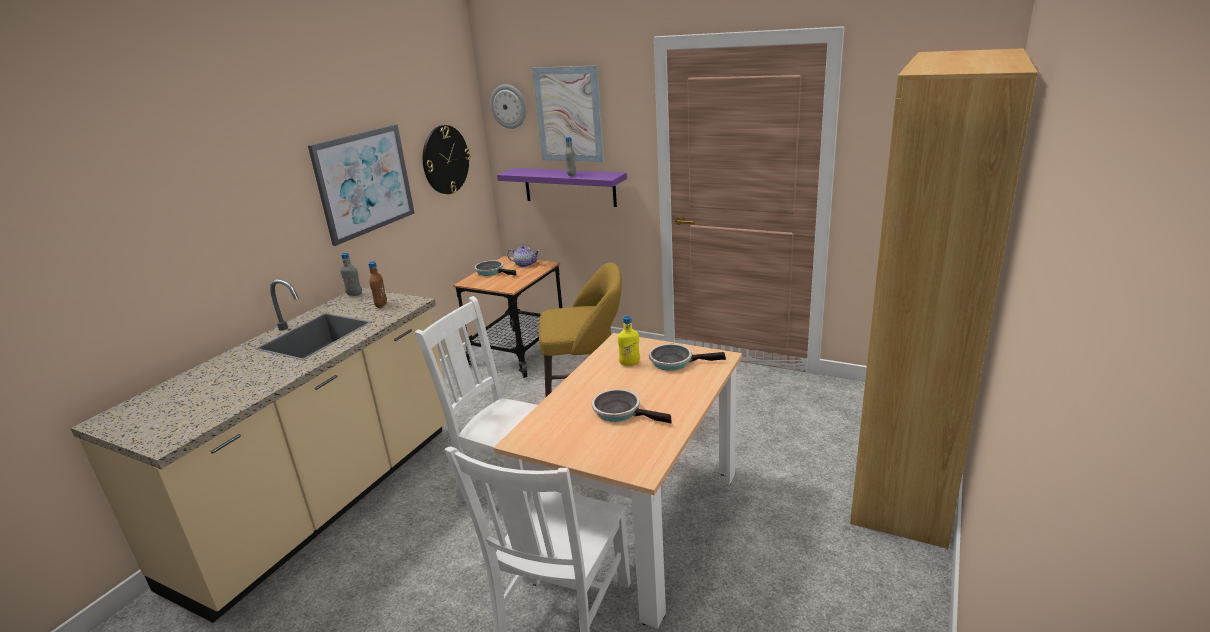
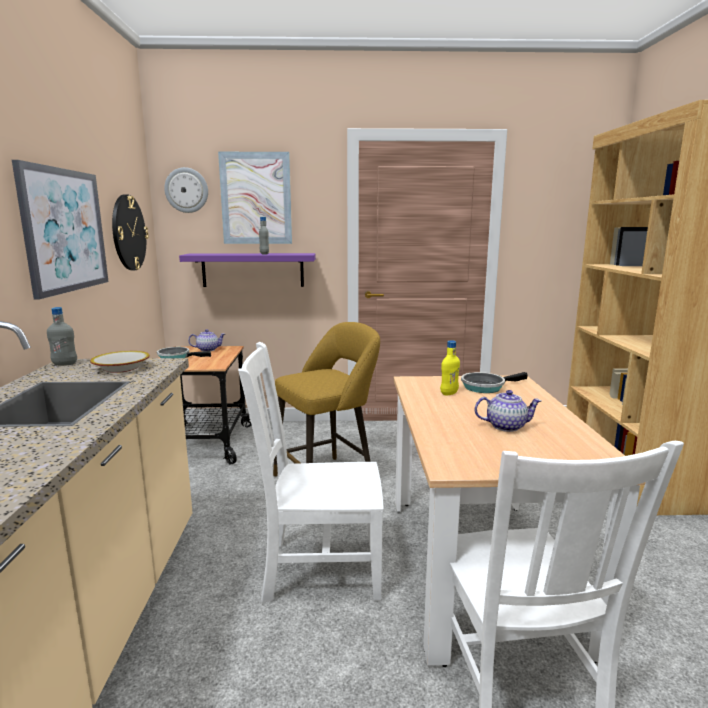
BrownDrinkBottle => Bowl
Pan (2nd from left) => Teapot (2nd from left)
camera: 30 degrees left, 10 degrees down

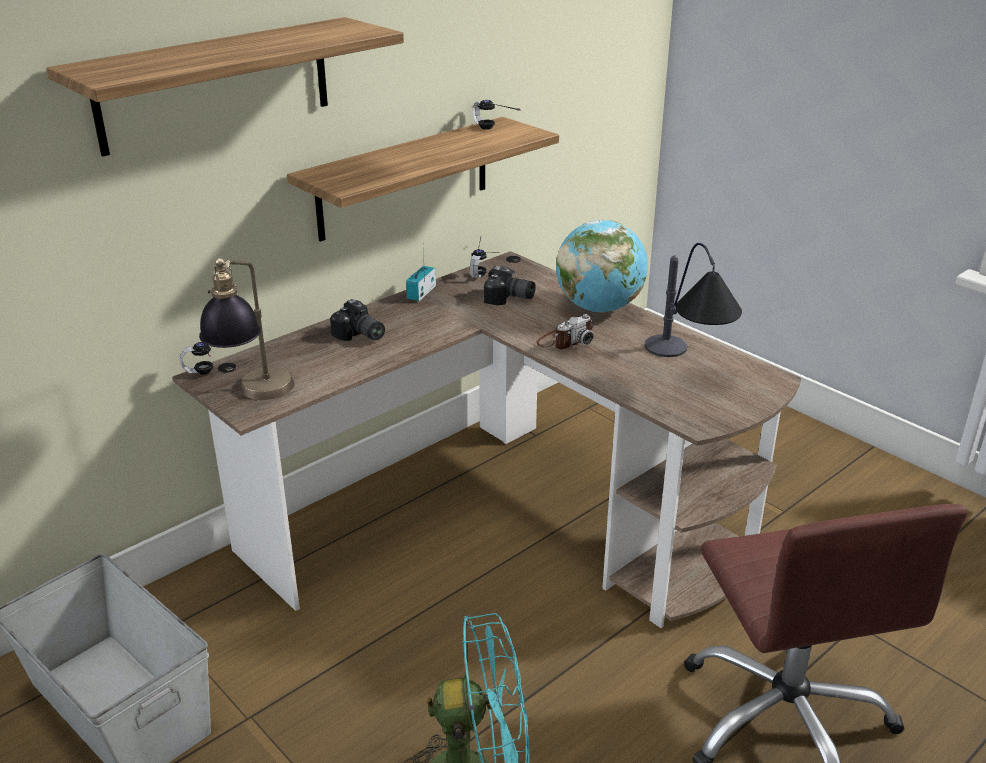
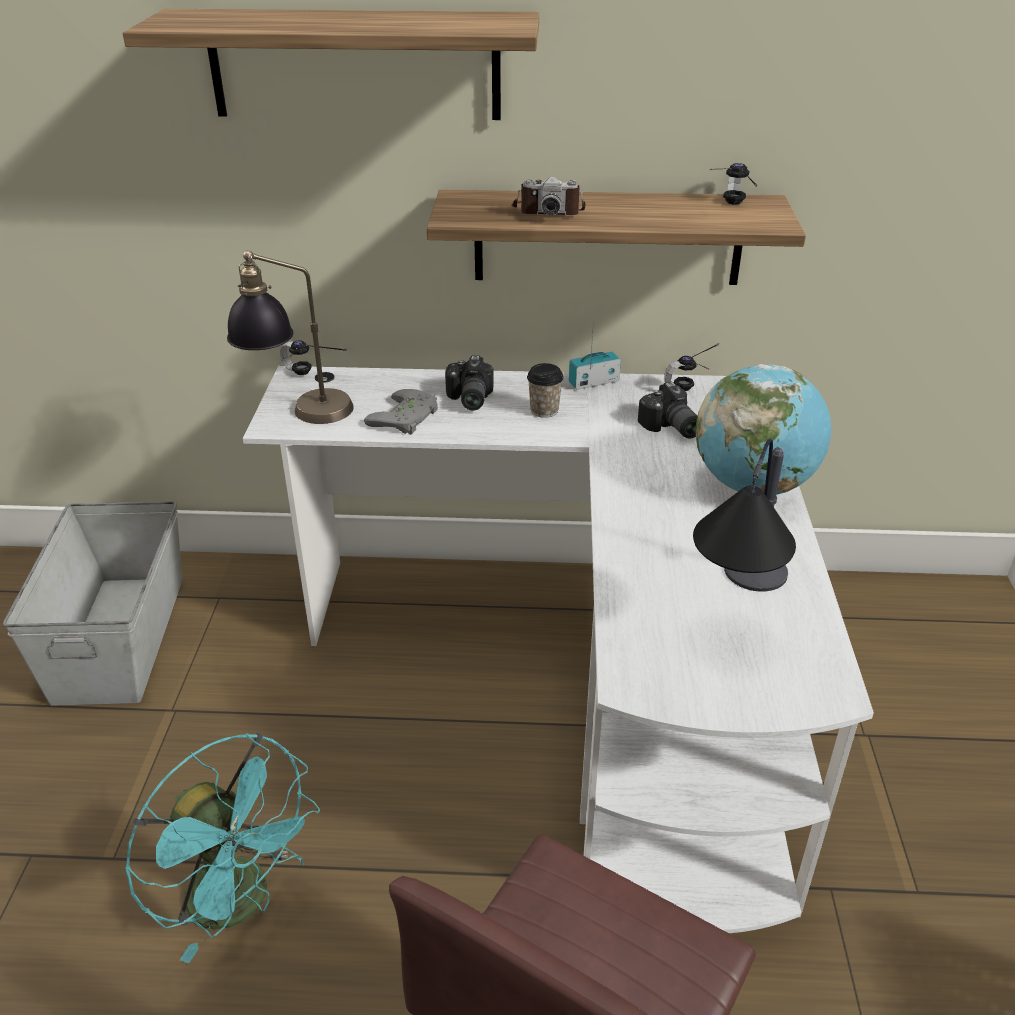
BrownDeskUnit => WhiteColouredDeskUnit
StillCamera (3rd from left in the first image) => StillCamera (2nd from left), move
nothing => GreyishGamepad
nothing => Cup
camera: 45 degrees right, 5 degrees up

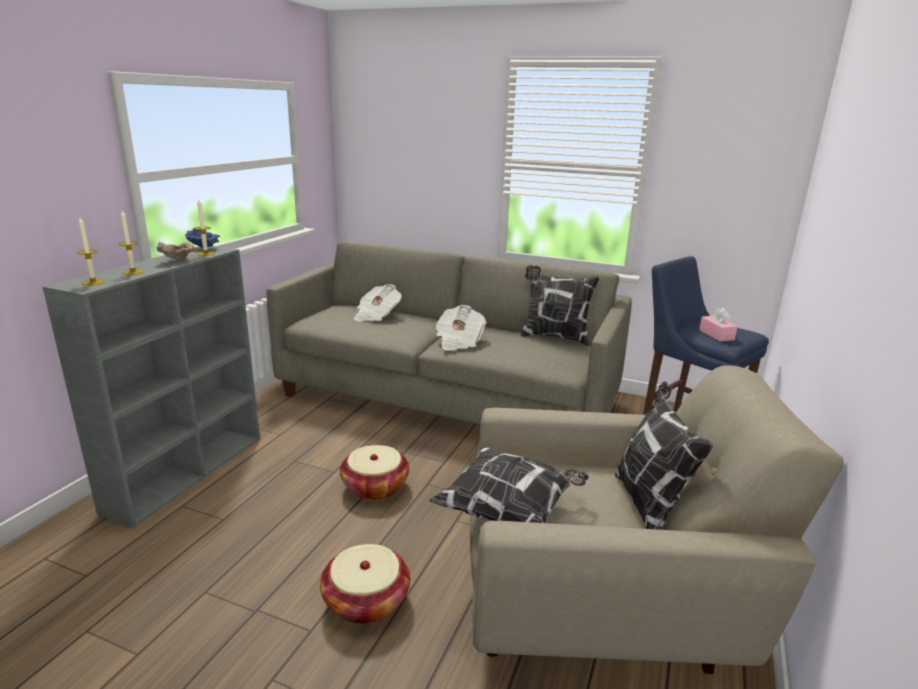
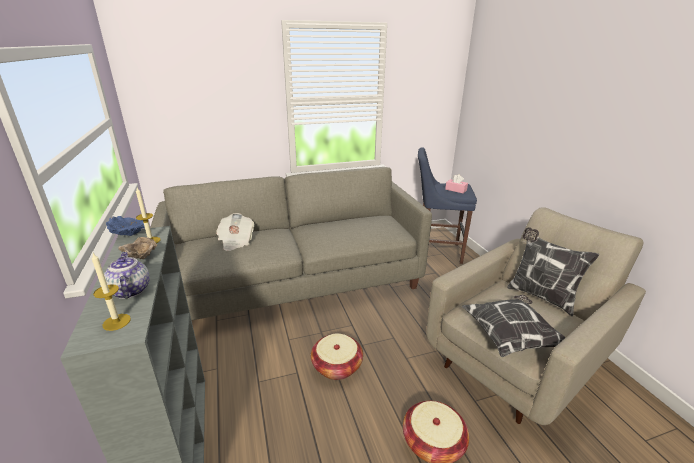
Candle (2nd from left) => Teapot
PrintedPaper (2nd from left) => nothing
Pillow (2nd from left) => nothing
camera: 40 degrees left, 5 degrees up

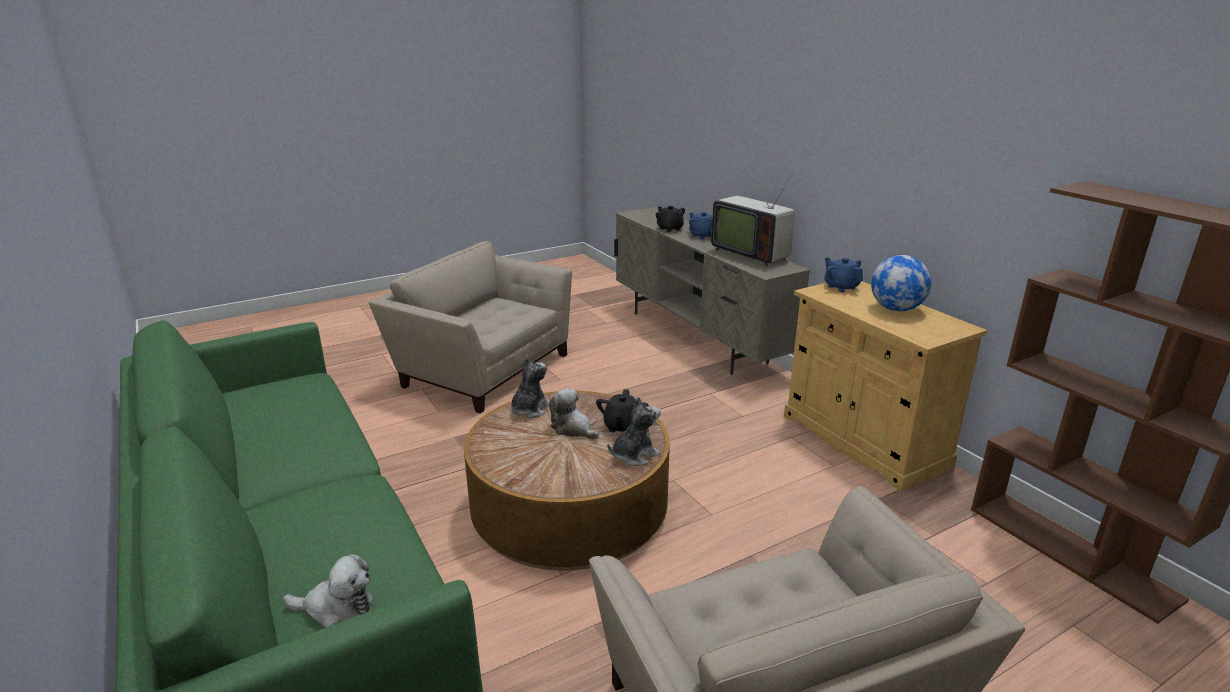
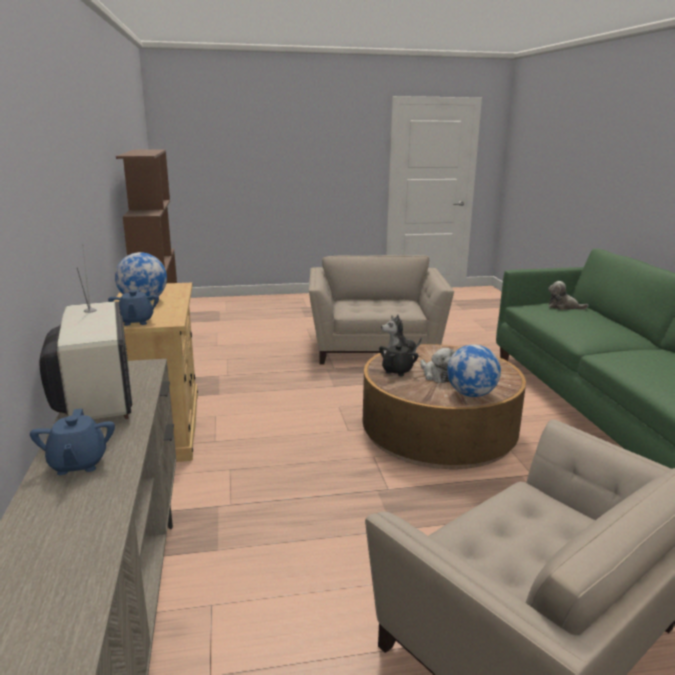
SoftToy (2nd from left) => DeskGlobe (2nd from left)
BlackishTeapot (2nd from left) => nothing
camera: 160 degrees left, 5 degrees down

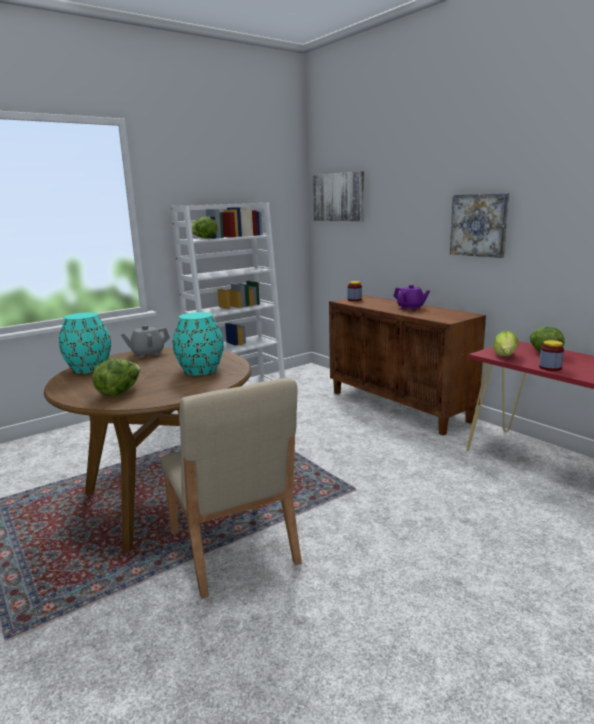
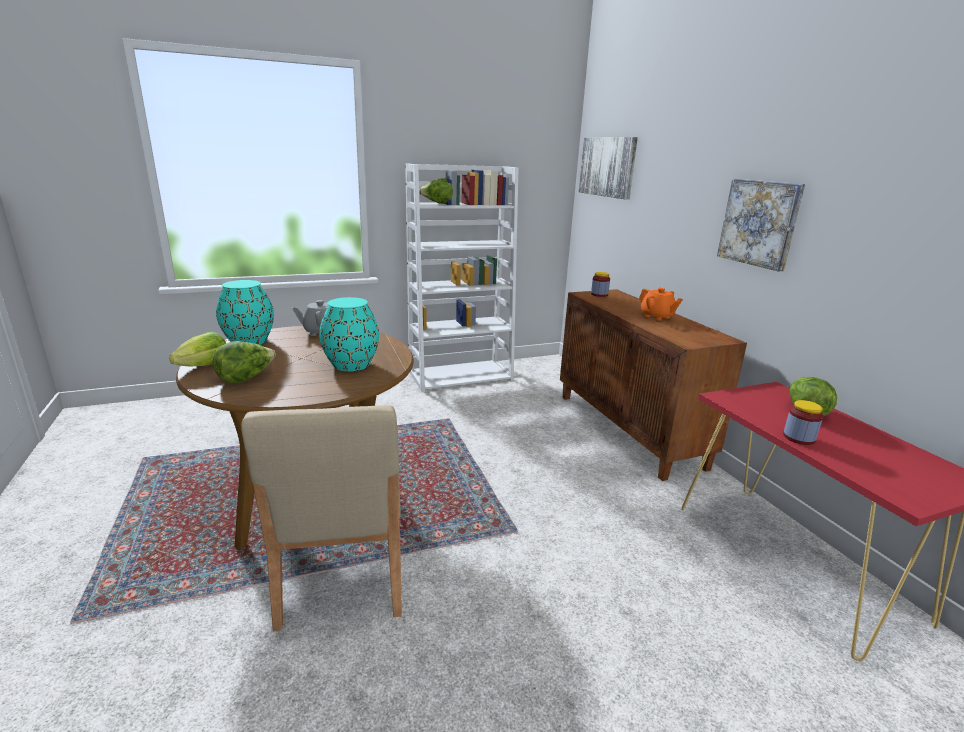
PurplishTeapot => OrangeColouredTeapot
Lettuce (3rd from left in the first image) => Lettuce (1st from left), move
camera: 15 degrees right, 5 degrees up

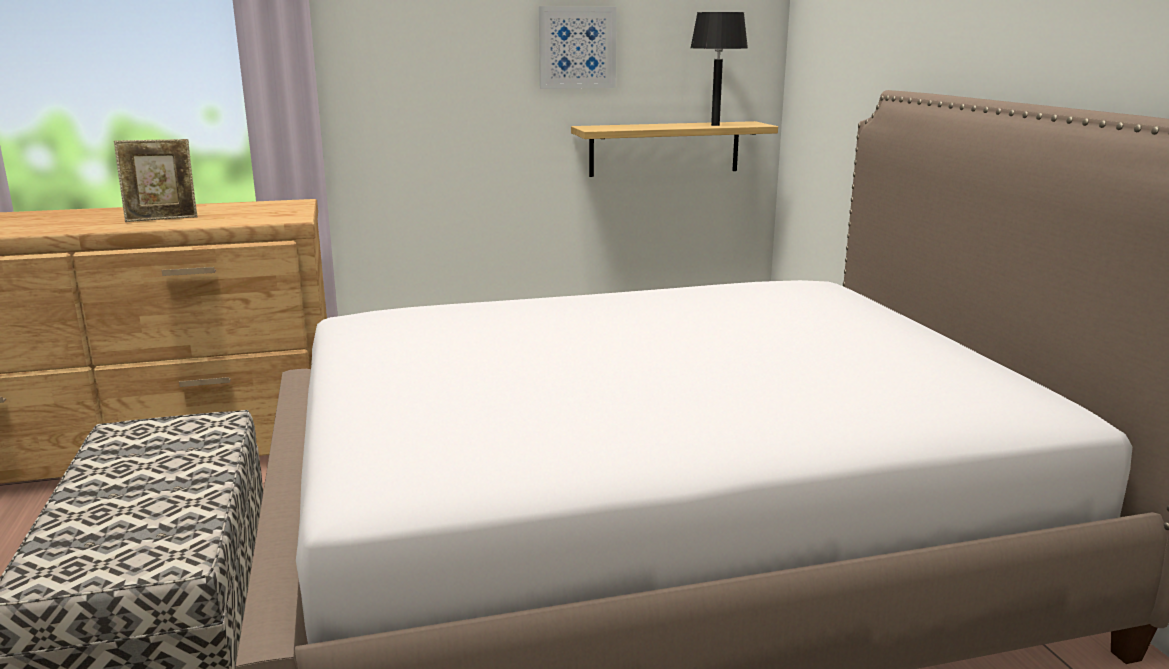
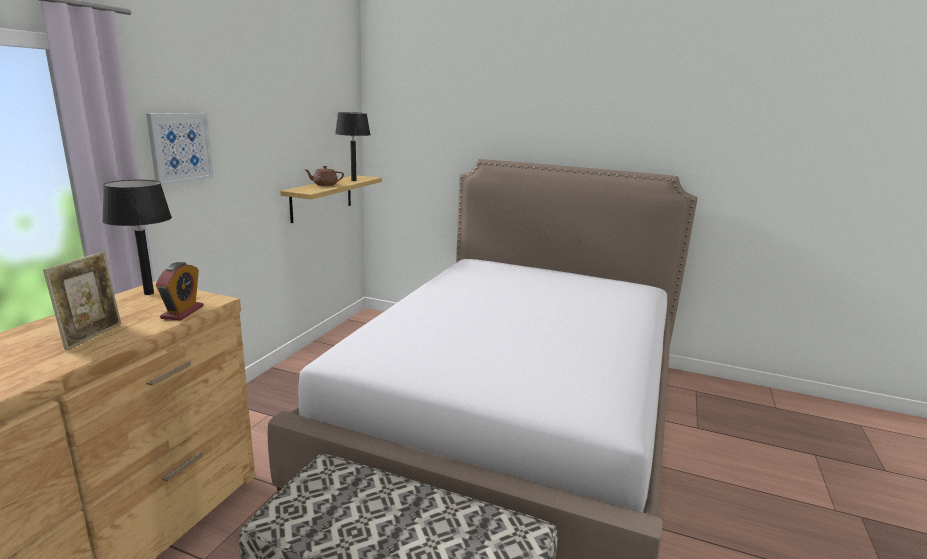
WallArt, move
nothing => BlackishTabletopLamp (1st from left)
nothing => AlarmClock
nothing => BrownTeapot
camera: 55 degrees left, 0 degrees up

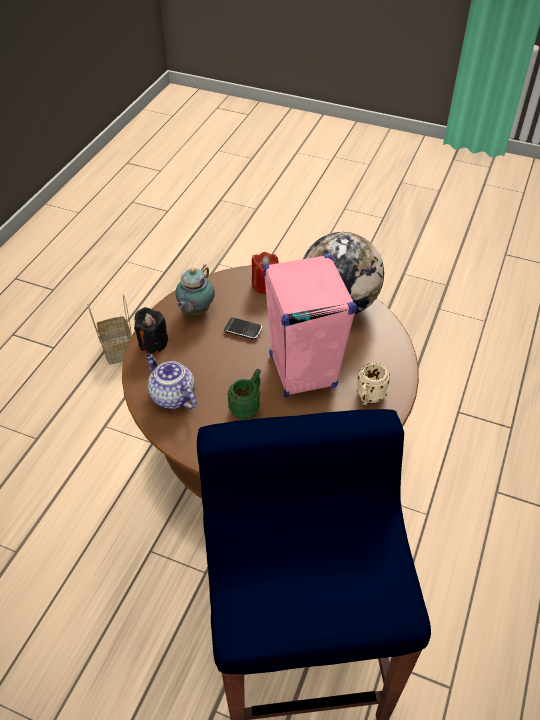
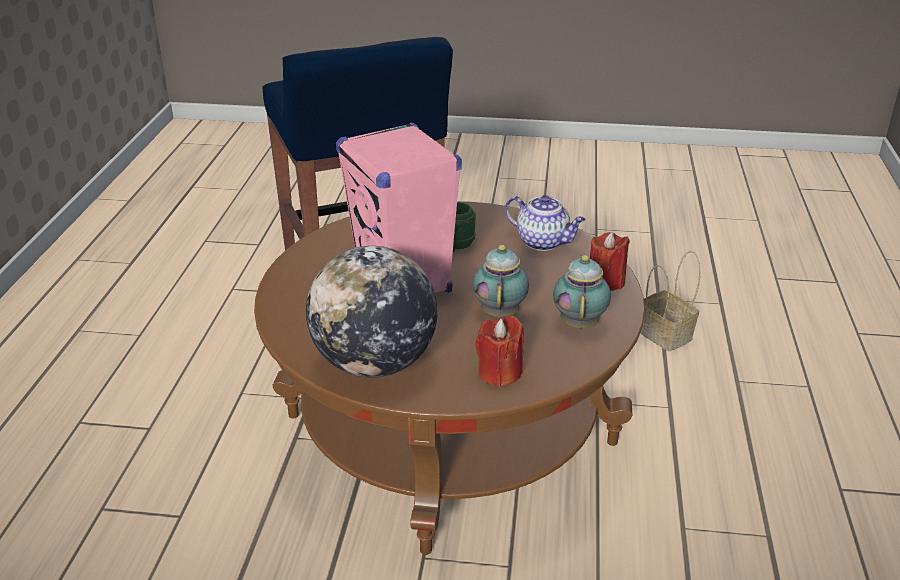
StorageBasket, move
BlackishCandle => RedColouredCandle (2nd from left)
Phone => Teapot (1st from left)
BeigeCoffeeMug => nothing
camera: 165 degrees right, 15 degrees down

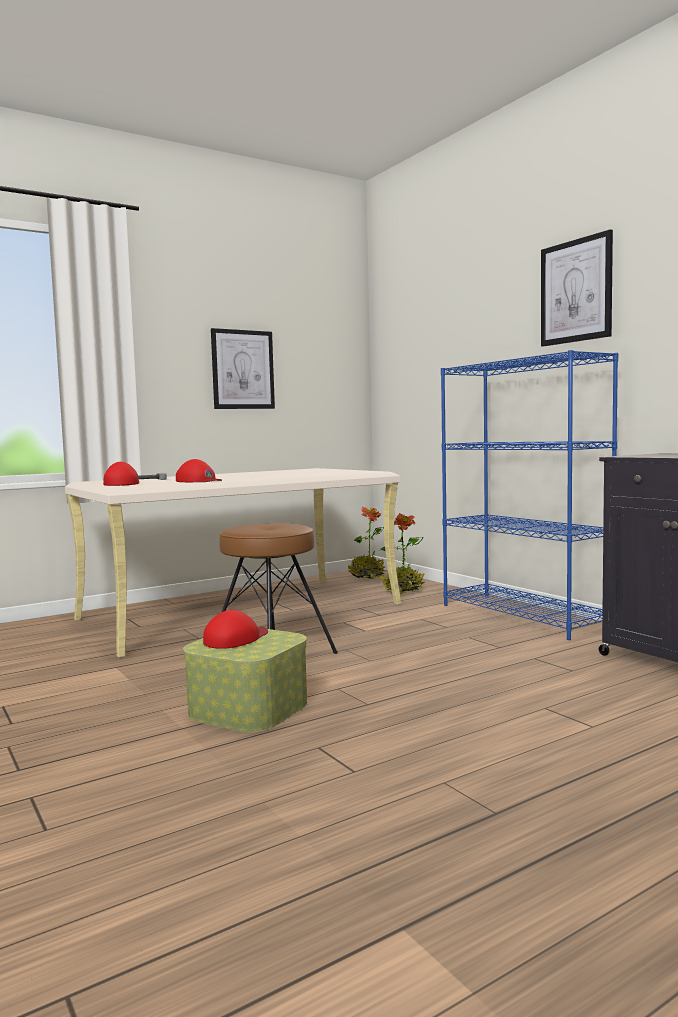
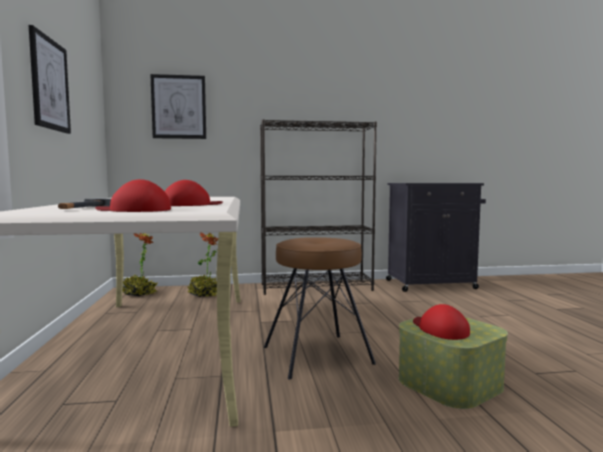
BluishBookshelf => BlackishBookshelf
WallArt (2nd from left), move
camera: 65 degrees left, 0 degrees up

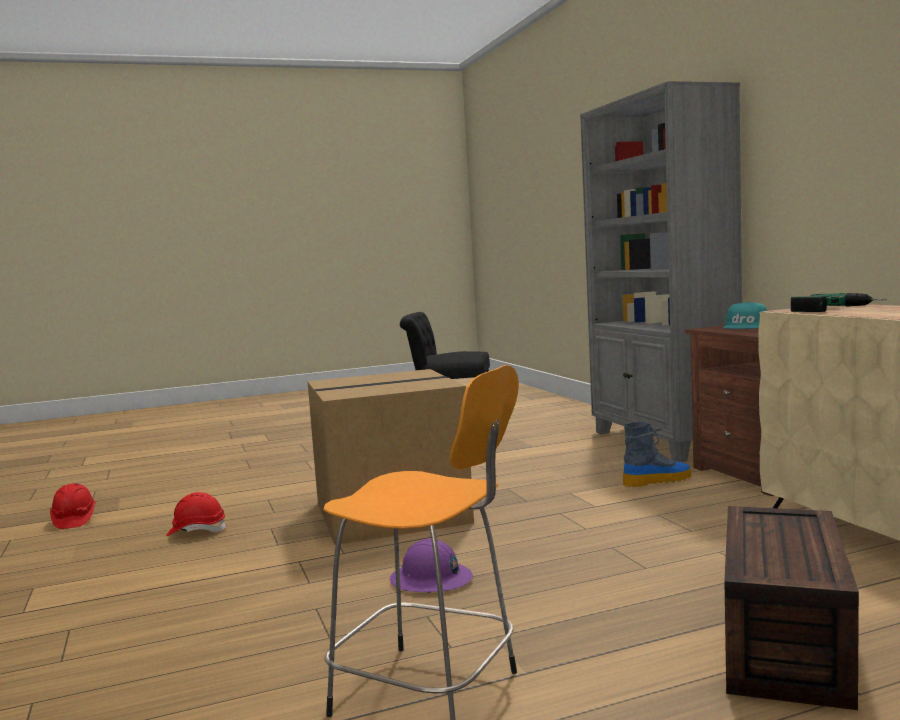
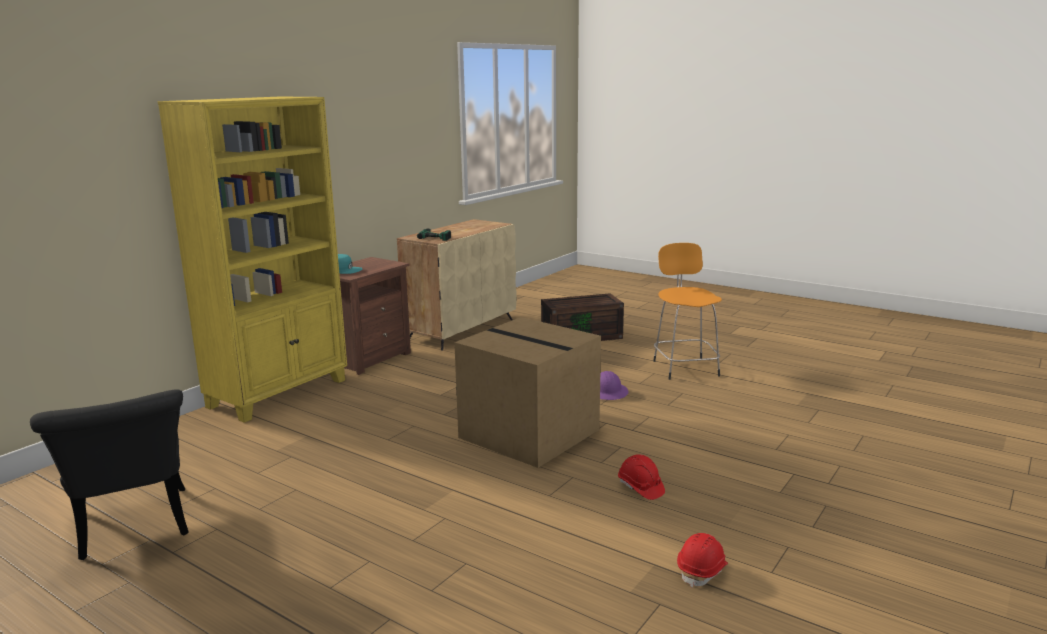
GreyishBookshelf => YellowBookshelf
HighTopBoot => nothing
camera: 125 degrees left, 10 degrees up

